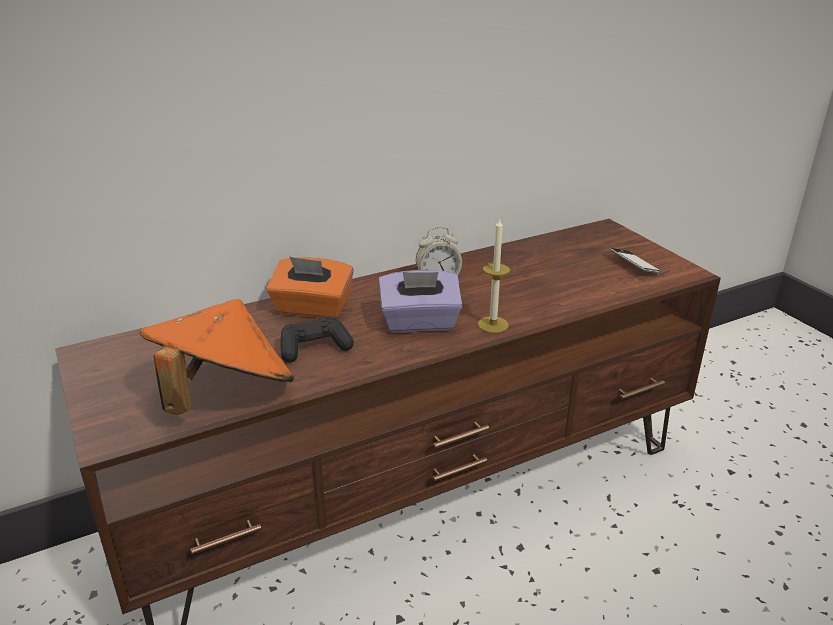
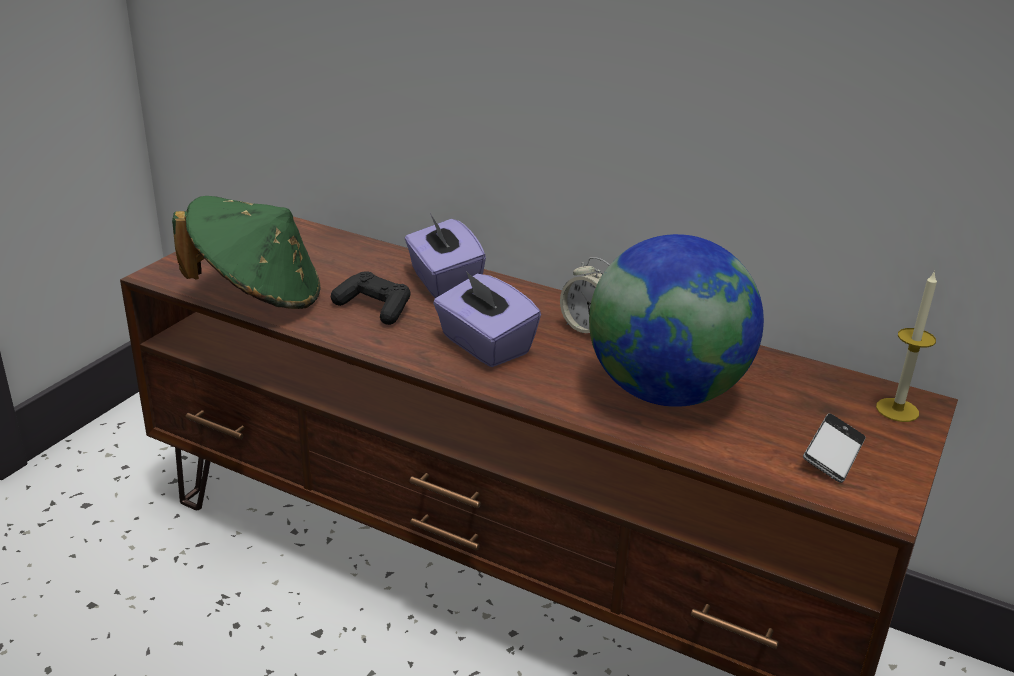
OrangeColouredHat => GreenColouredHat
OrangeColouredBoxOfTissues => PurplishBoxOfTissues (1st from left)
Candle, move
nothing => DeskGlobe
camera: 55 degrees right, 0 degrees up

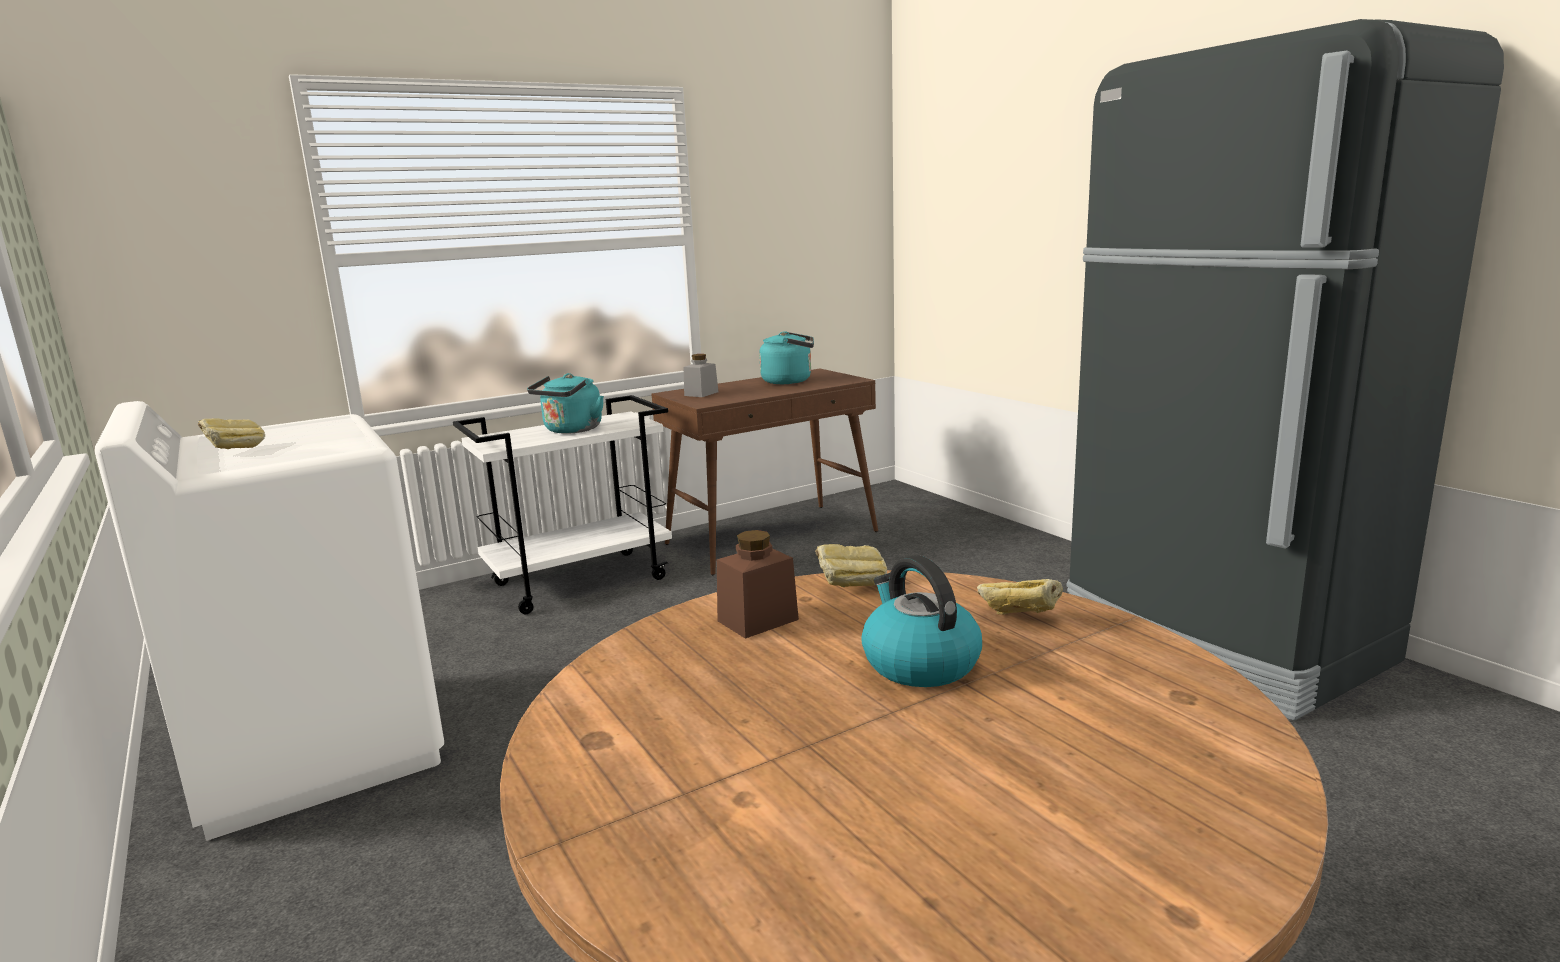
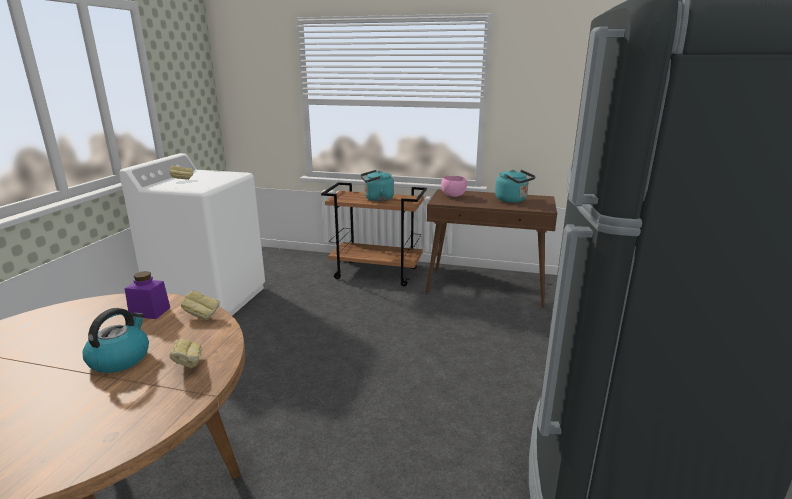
WhiteColouredCart => BrownCart
GreyishPreserveJar => PinkColouredBowl
BrownPreserveJar => PurplishPreserveJar
camera: 45 degrees right, 5 degrees up

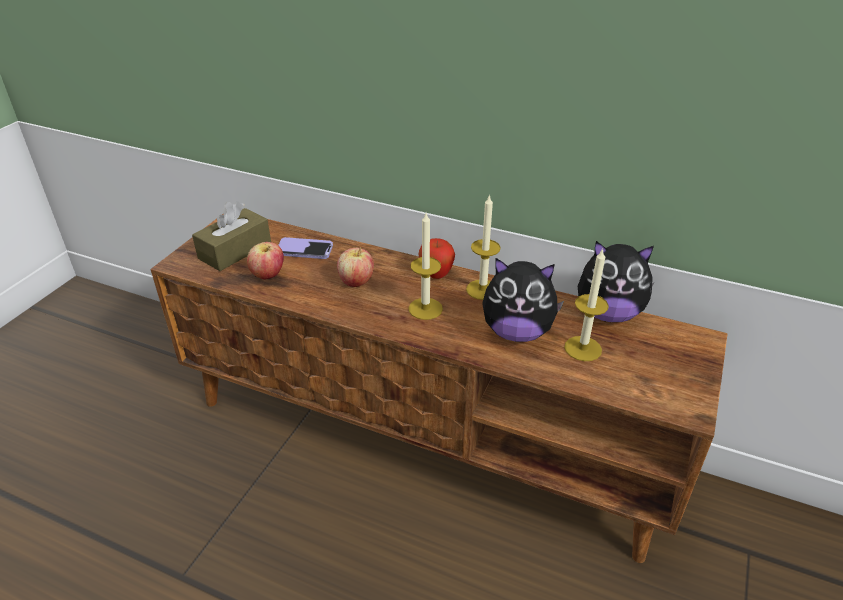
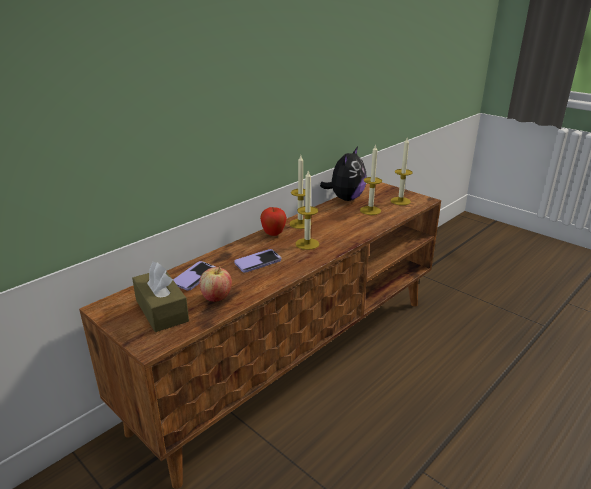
Apple (2nd from left) => Phone (2nd from left)
SoftToy (1st from left) => nothing
nothing => Candle (4th from left)
camera: 70 degrees left, 10 degrees down

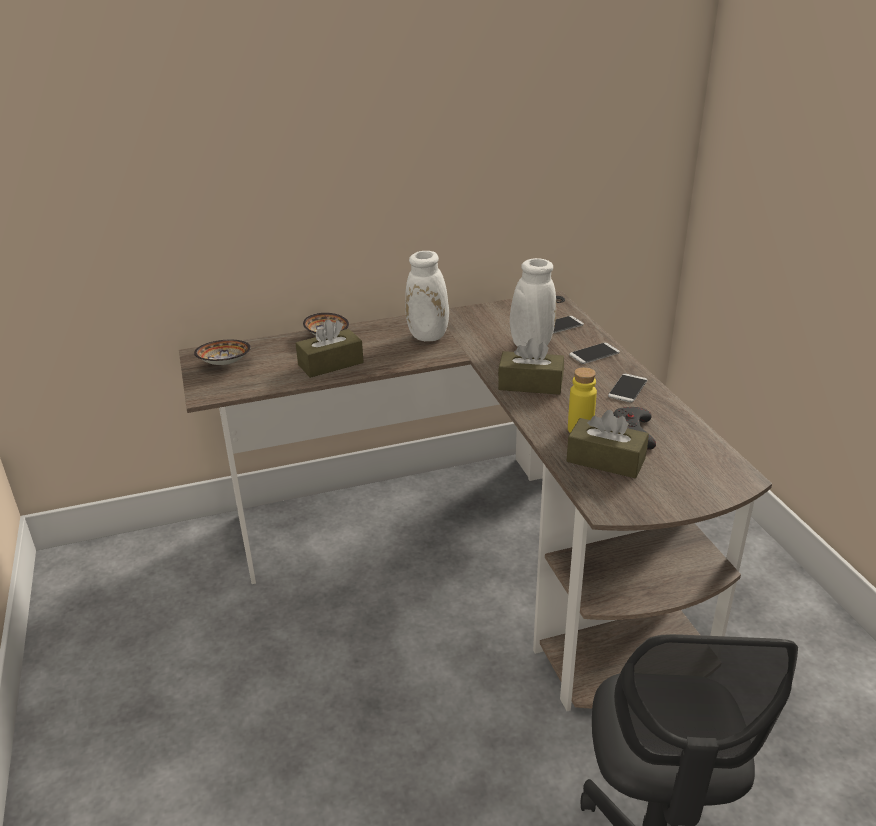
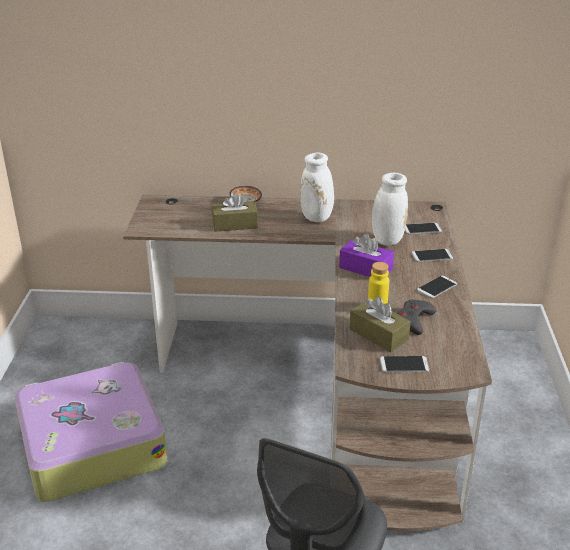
Bowl (1st from left) => nothing
BrownBoxOfTissues (2nd from left) => PurplishBoxOfTissues
nothing => PieceOfLuggage
nothing => Phone (1st from left)
camera: 20 degrees right, 0 degrees up

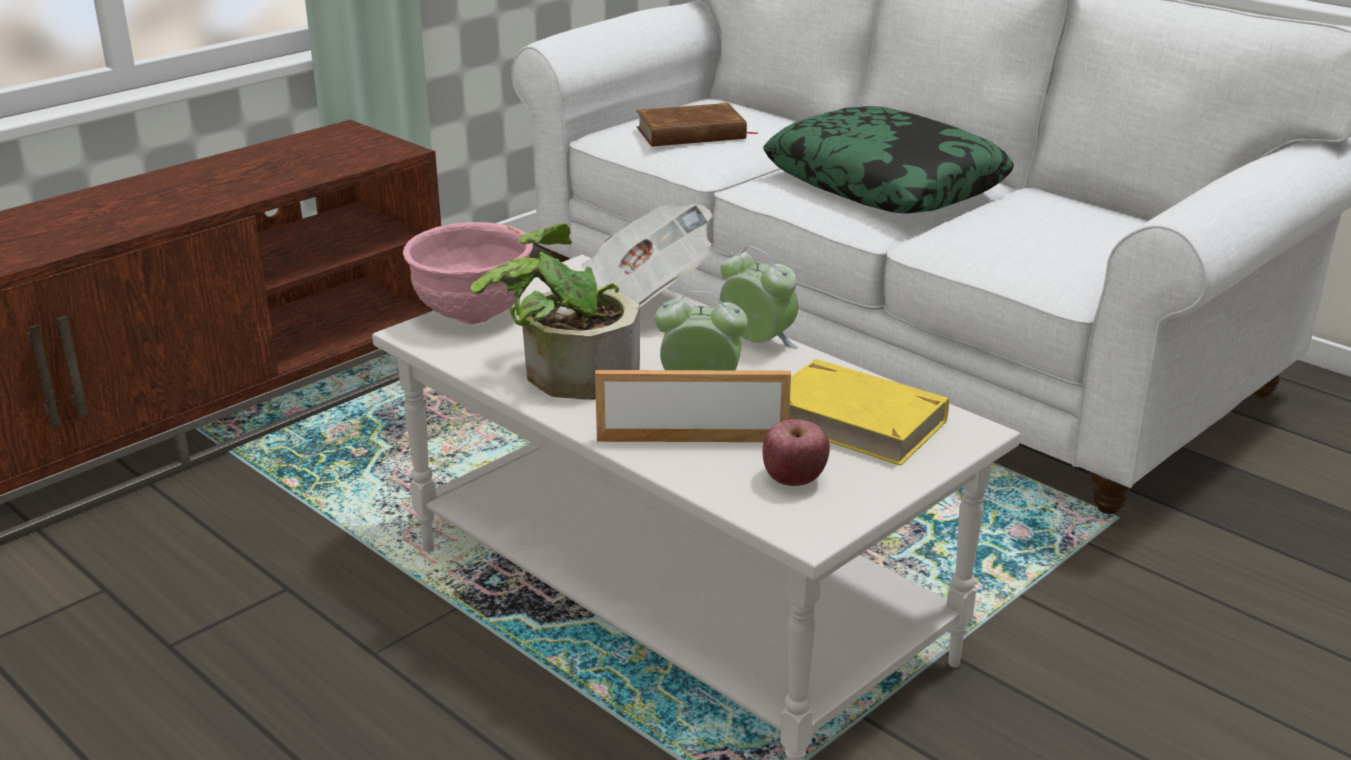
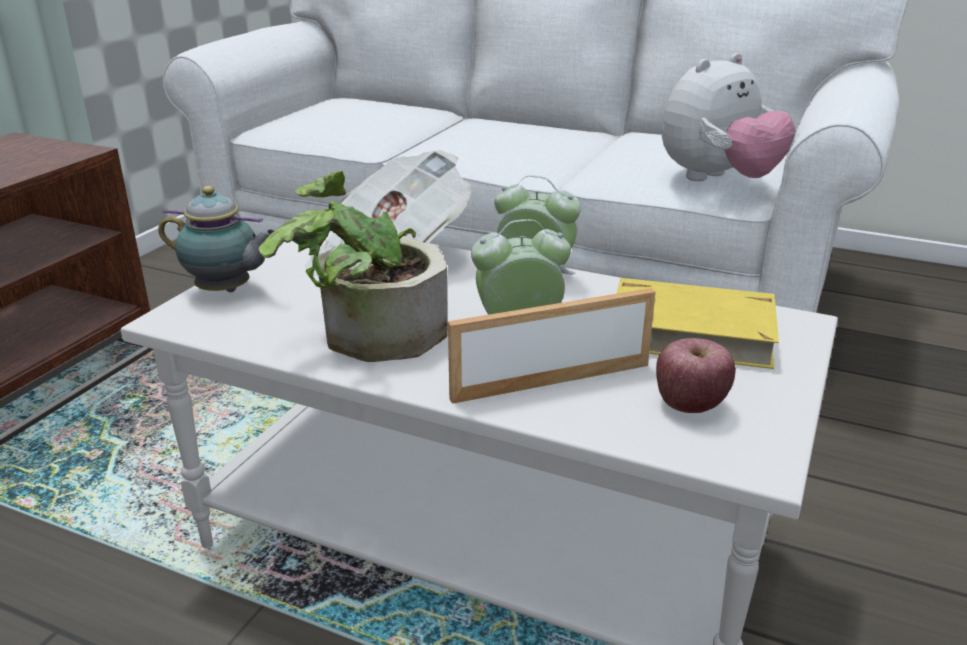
PinkColouredBowl => Teapot
BrownBoundBook => nothing
Pillow => nothing
nothing => SoftToy
camera: 20 degrees left, 0 degrees up

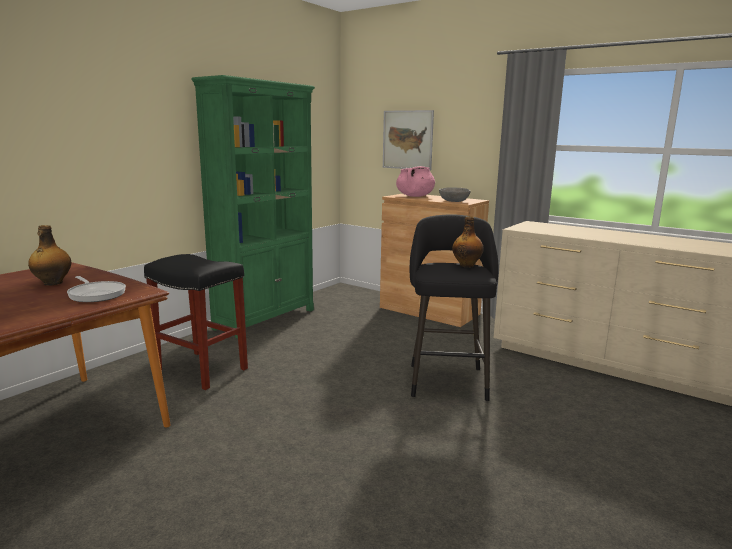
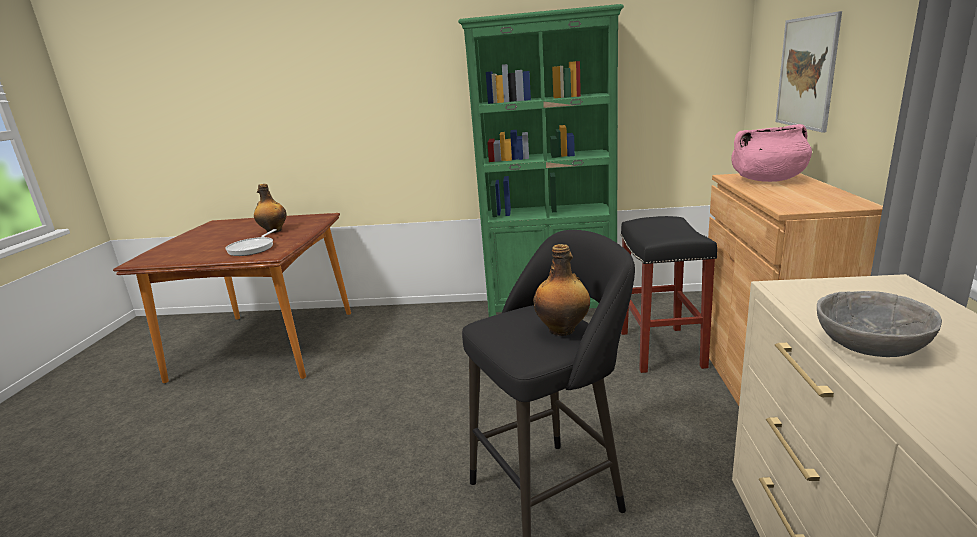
BlackishSittingStool (1st from left in the first image) => BlackishSittingStool (2nd from left), move
GreyishBowl, move
camera: 60 degrees right, 5 degrees up

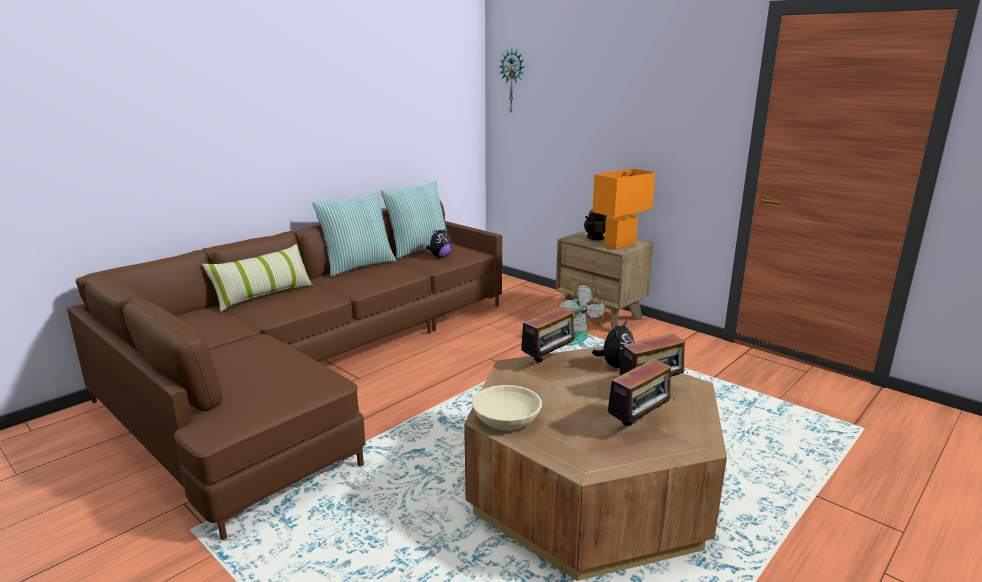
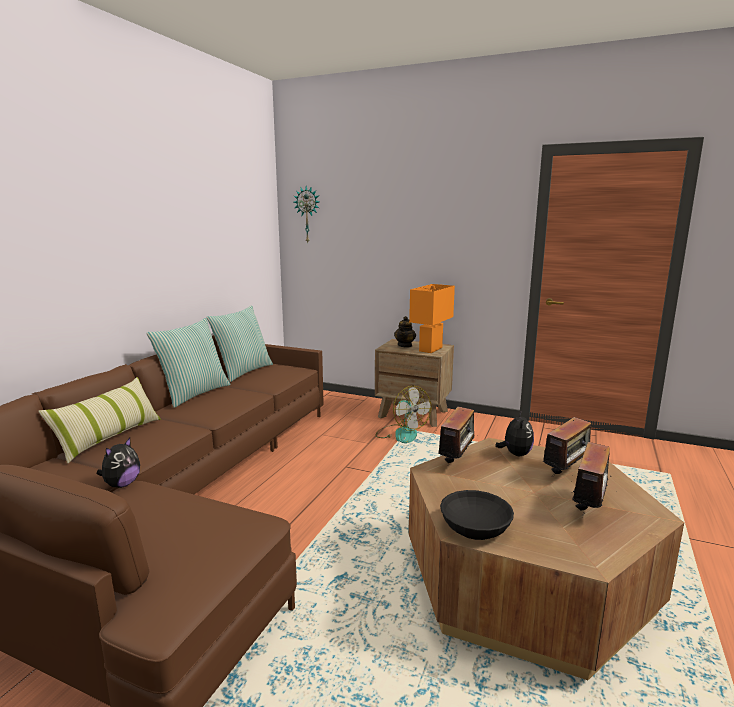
SoftToy (1st from left), move
BeigeBowl => BlackishBowl
camera: 20 degrees left, 5 degrees down

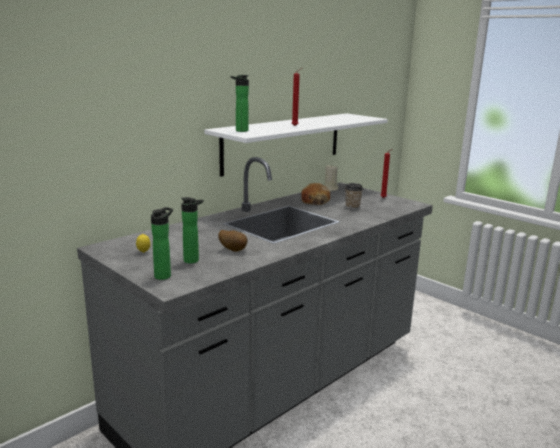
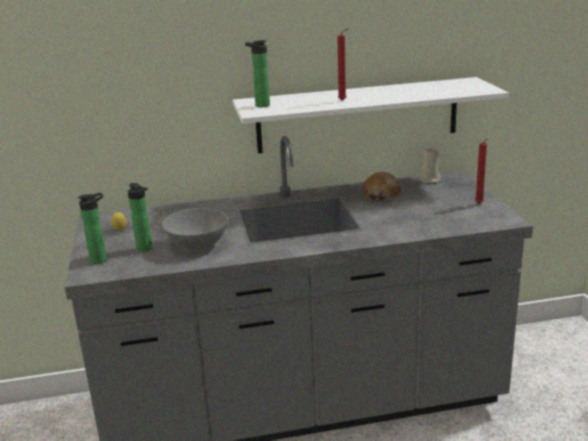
Spud => GreyishBowl
Cup => nothing
camera: 35 degrees right, 5 degrees up

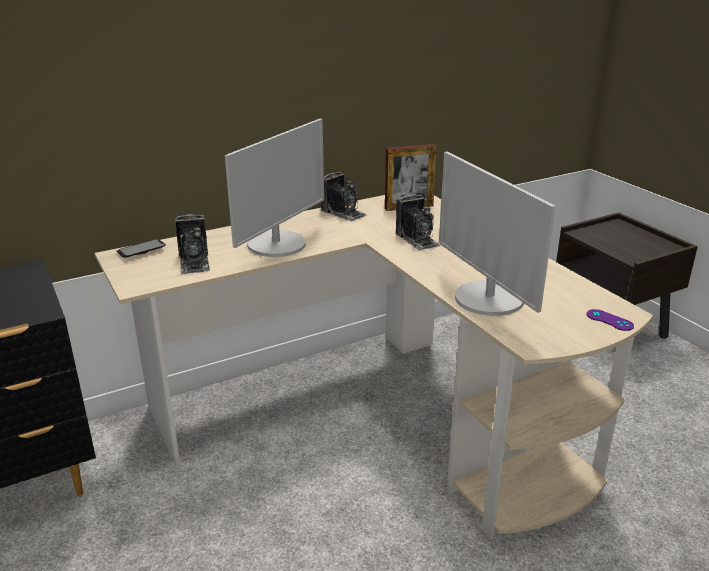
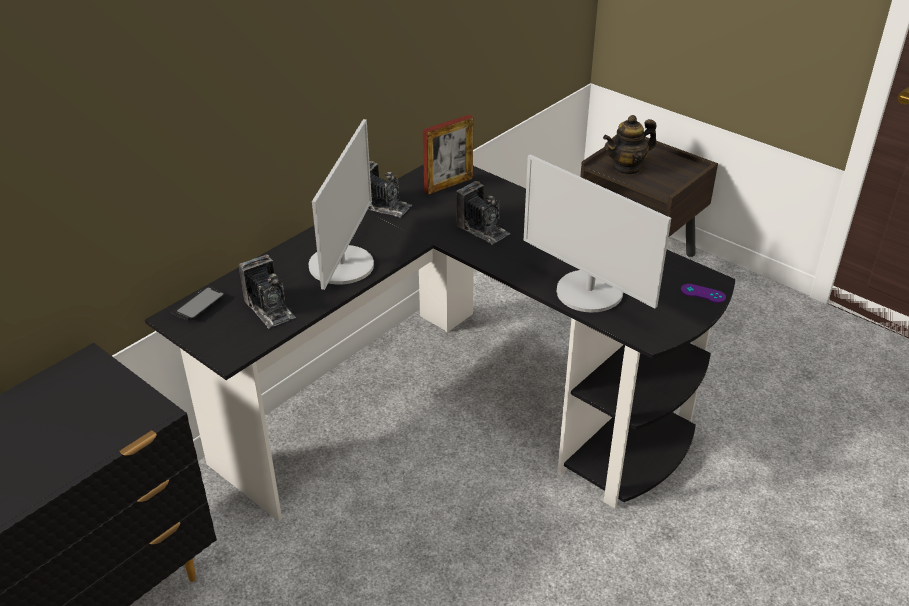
BeigeDeskUnit => BlackishDeskUnit
nothing => Teapot
camera: 20 degrees left, 10 degrees up

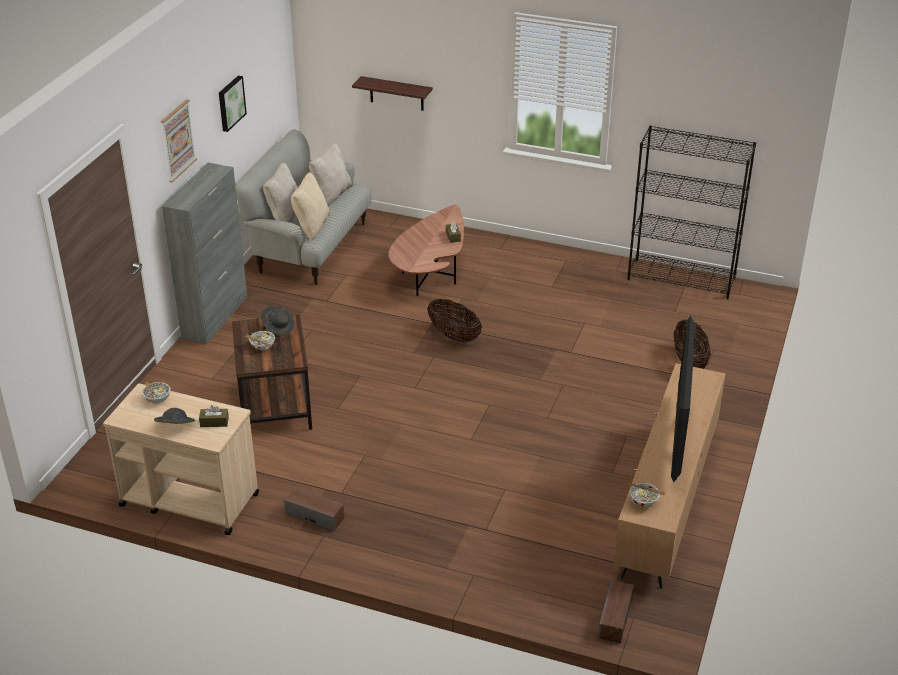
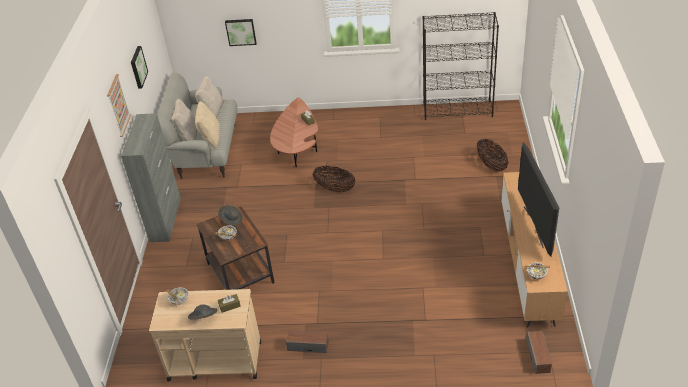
Shelf => WallArt (3rd from left)
camera: 15 degrees left, 5 degrees up

